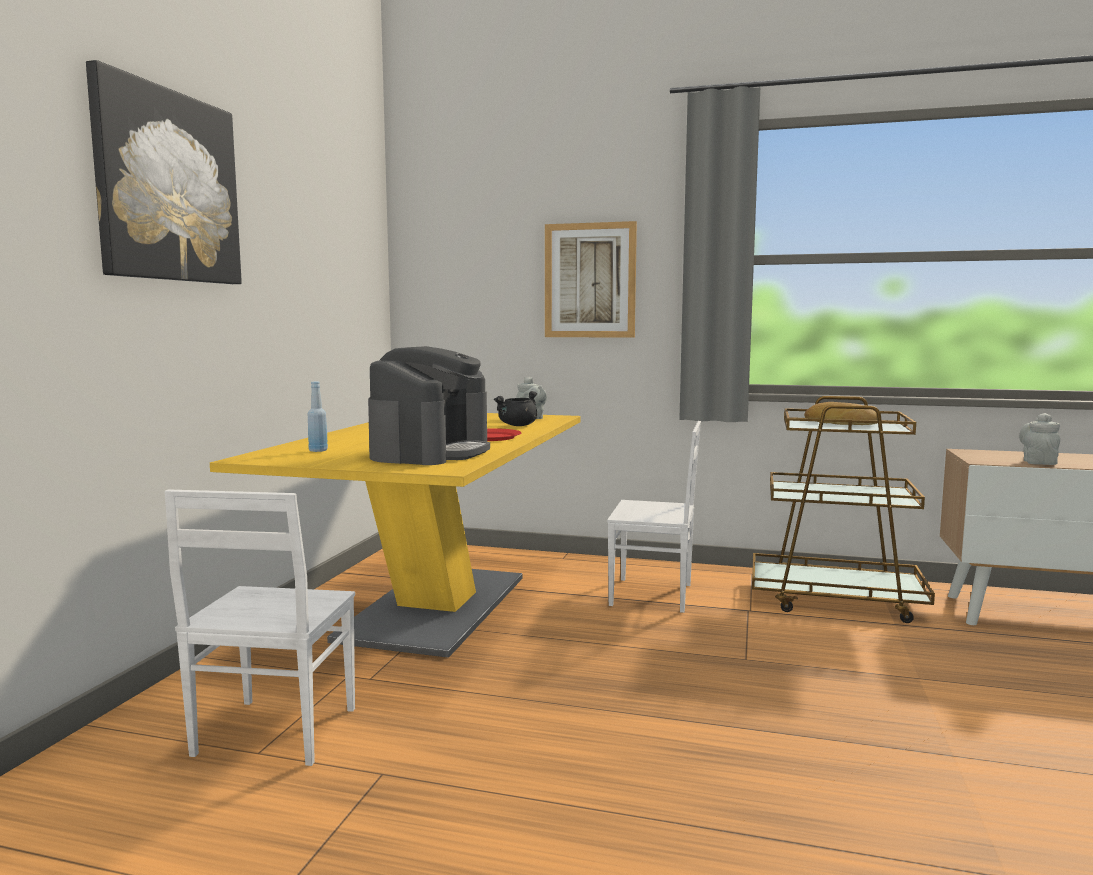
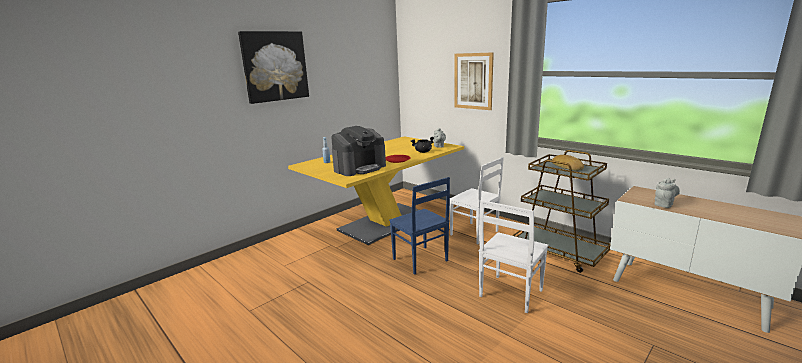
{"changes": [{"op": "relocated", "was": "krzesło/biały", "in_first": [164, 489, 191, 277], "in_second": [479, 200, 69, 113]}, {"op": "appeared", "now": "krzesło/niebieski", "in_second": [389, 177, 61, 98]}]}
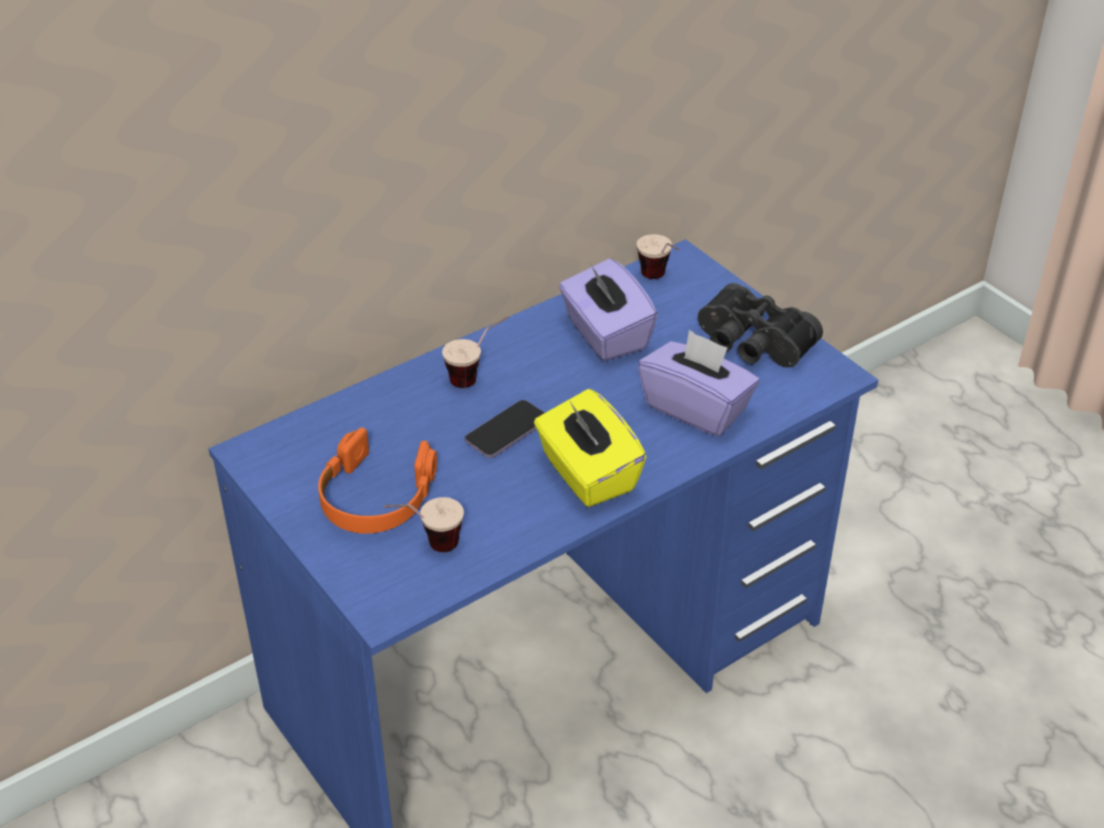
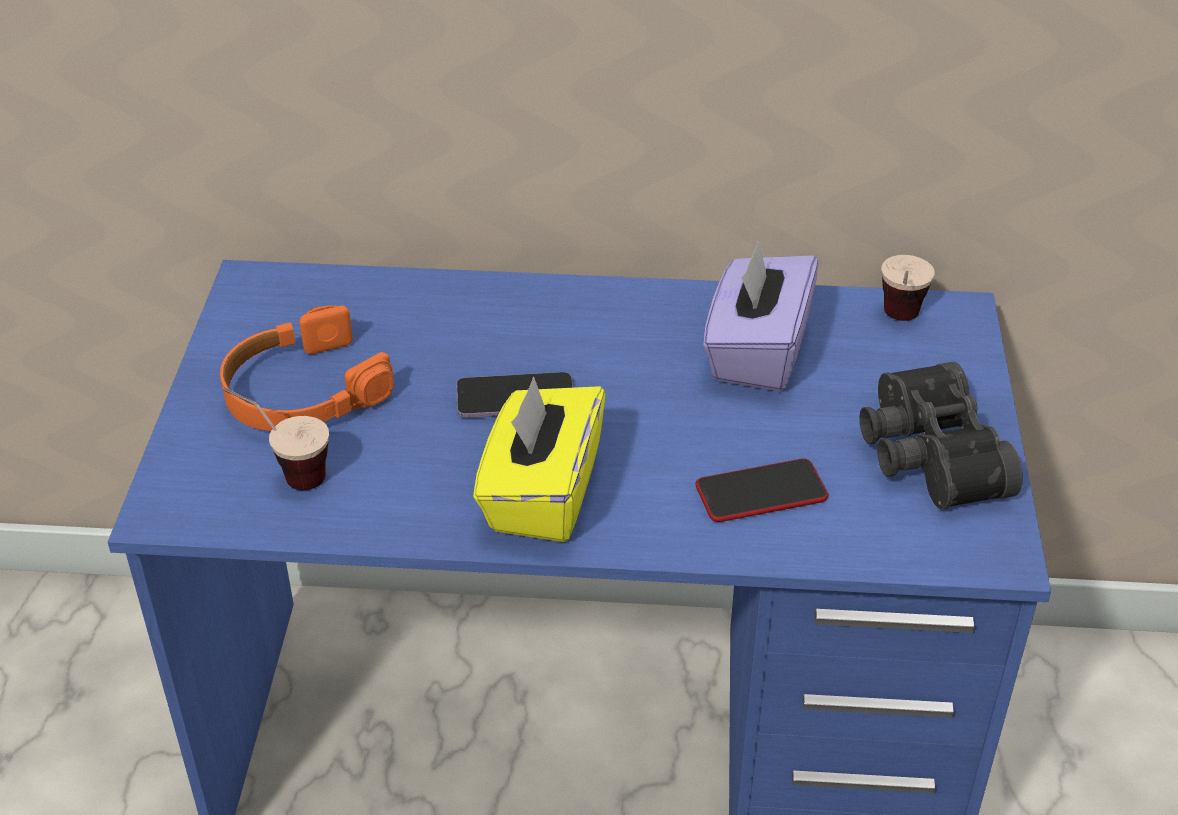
{"changes": [{"op": "missing", "was": "filiżanka", "in_first": [442, 316, 67, 72]}, {"op": "exchanged", "was": "pudełko chusteczek/fioletowy", "now": "telefon", "in_first": [638, 330, 121, 106], "in_second": [695, 458, 133, 64]}]}
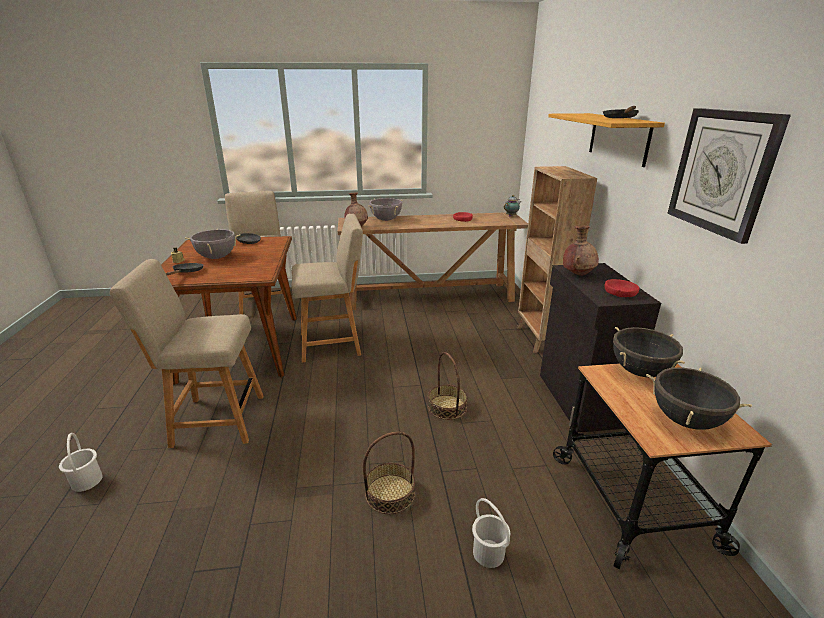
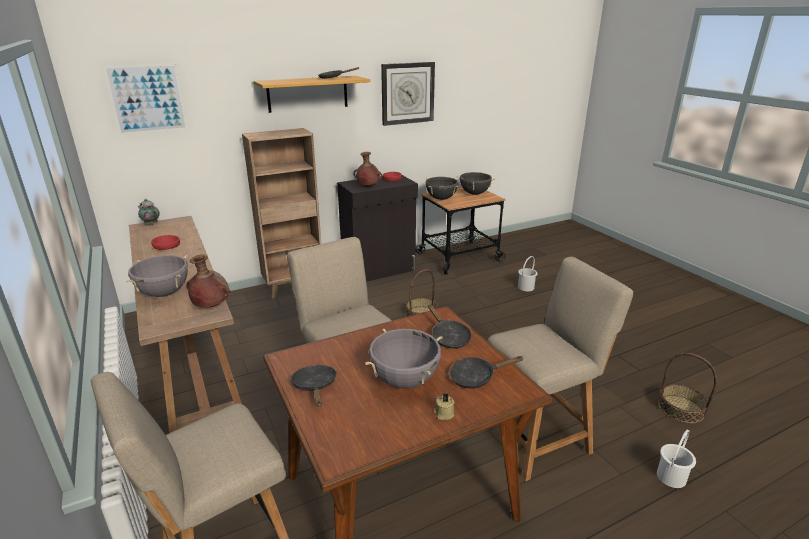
{"changes": [{"op": "spun", "was": "krzesło/beżowy", "in_first": [110, 259, 154, 189], "in_second": [487, 257, 146, 224], "clockwise": -90}, {"op": "relocated", "was": "koszyk", "in_first": [363, 431, 52, 83], "in_second": [658, 353, 59, 71]}, {"op": "appeared", "now": "obraz", "in_second": [103, 63, 85, 72]}, {"op": "appeared", "now": "patelnia/czarny", "in_second": [428, 304, 43, 45]}]}
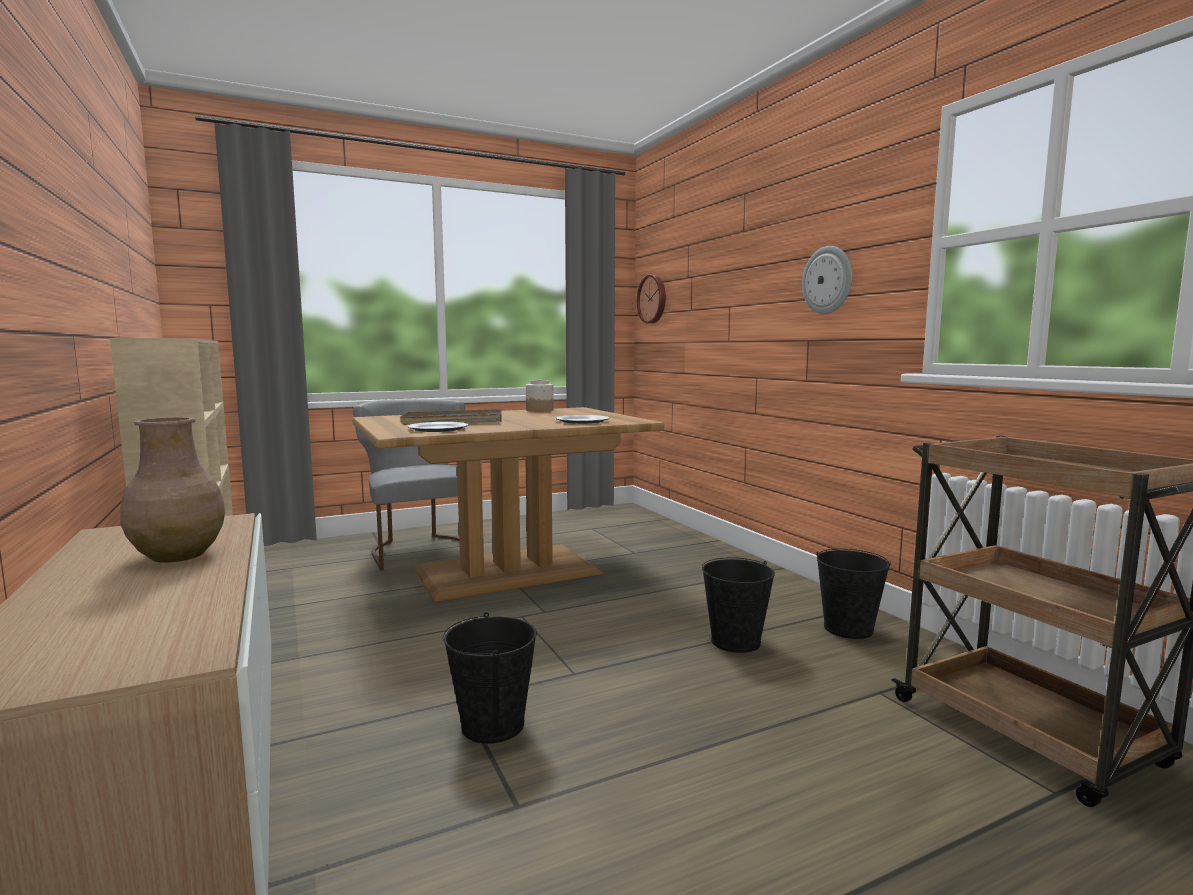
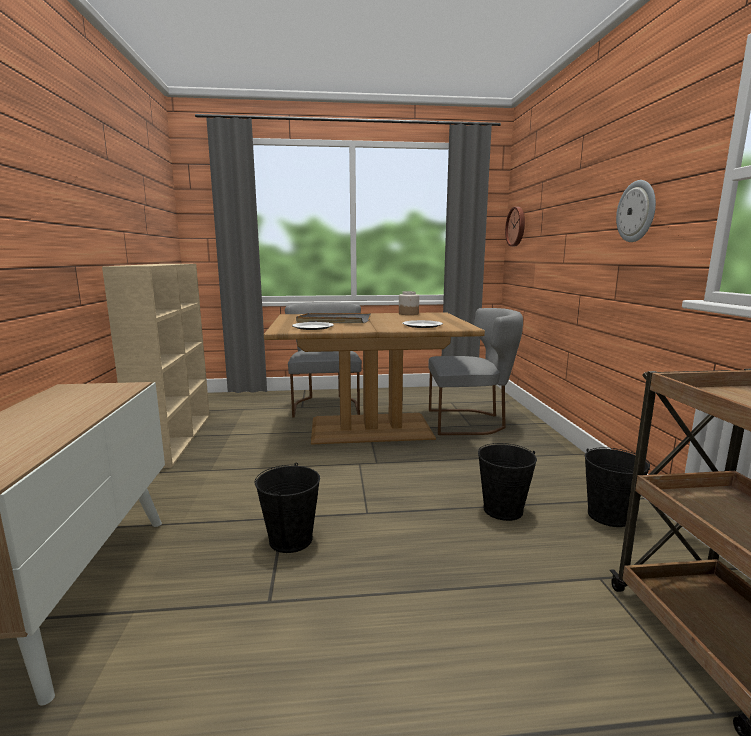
{"changes": [{"op": "missing", "was": "wazon/brązowy", "in_first": [120, 417, 105, 146]}, {"op": "appeared", "now": "krzesło/szary", "in_second": [428, 308, 95, 127]}]}
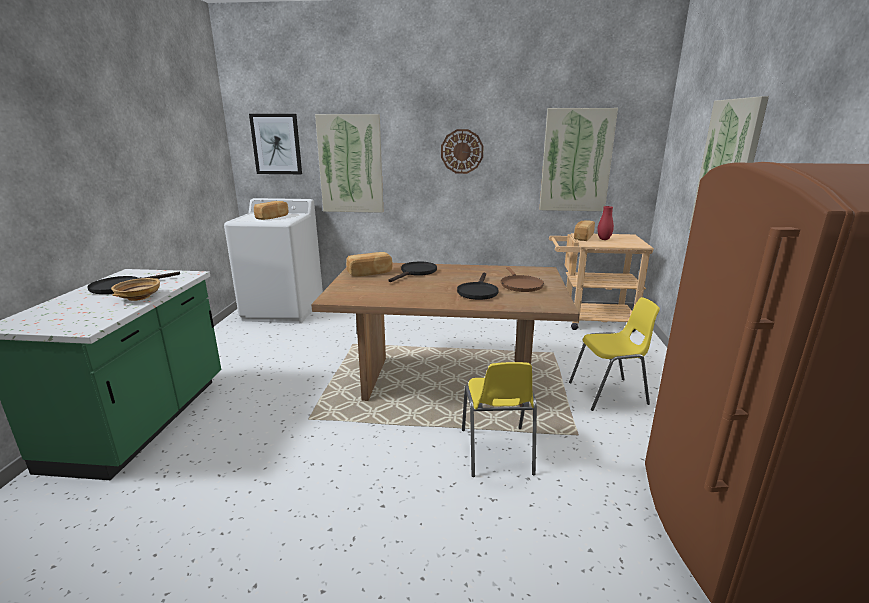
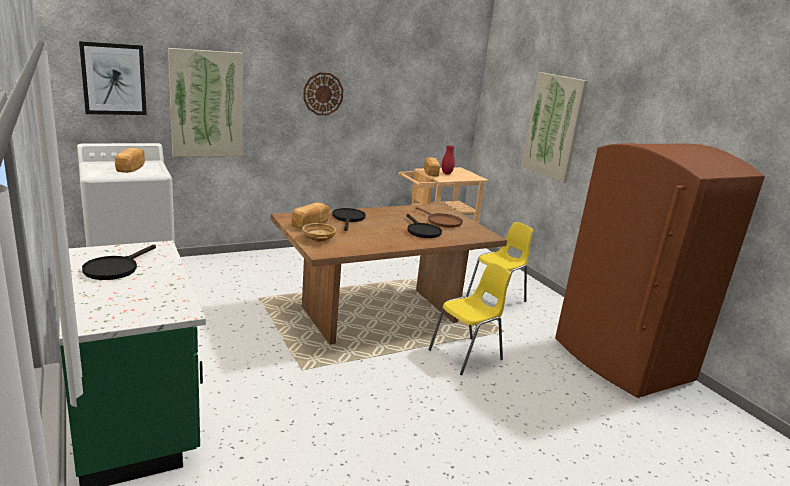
{"changes": [{"op": "relocated", "was": "miska/beżowy", "in_first": [111, 278, 49, 23], "in_second": [302, 223, 34, 19]}, {"op": "spun", "was": "krzesło/żółty", "in_first": [462, 362, 75, 115], "in_second": [428, 262, 83, 113], "clockwise": -90}, {"op": "missing", "was": "obraz", "in_first": [539, 108, 79, 103]}]}
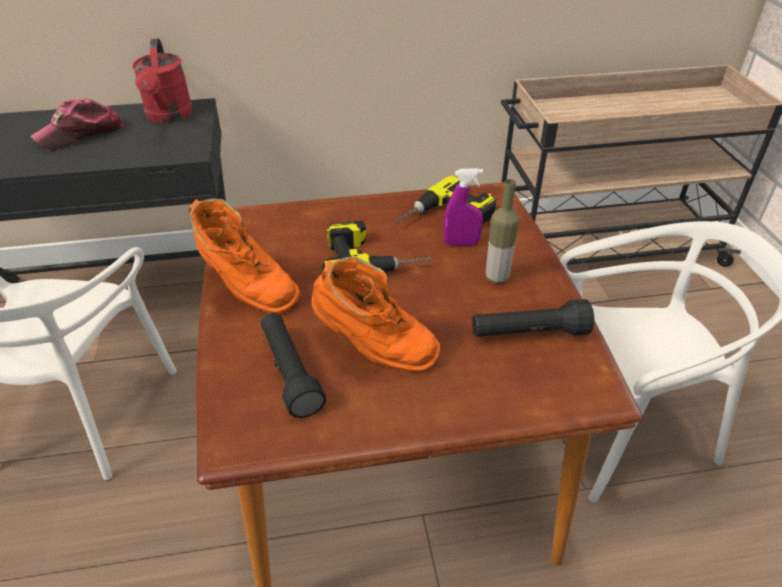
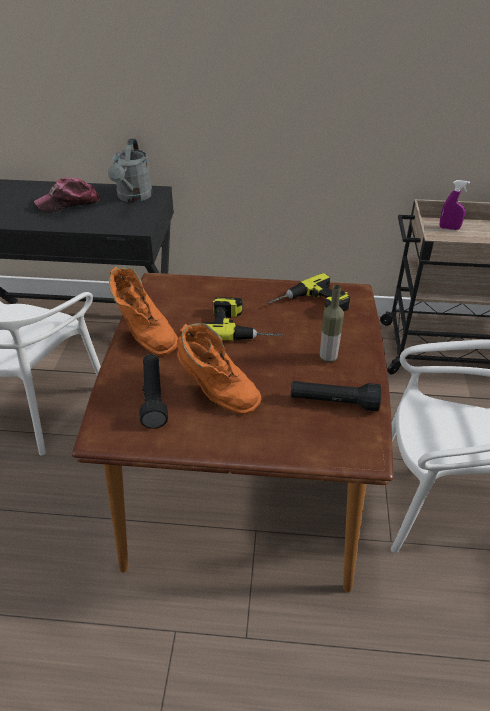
{"changes": [{"op": "colour", "was": "konewka/czerwony", "now": "konewka/szary", "in_first": [132, 39, 61, 84], "in_second": [108, 138, 45, 64]}, {"op": "relocated", "was": "spryskiwacz/fioletowy", "in_first": [444, 169, 39, 77], "in_second": [440, 180, 30, 50]}]}
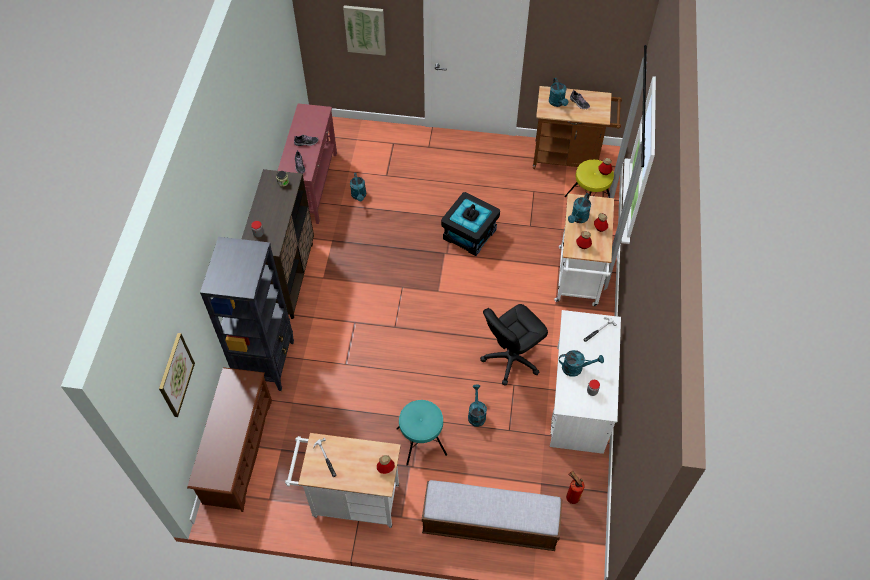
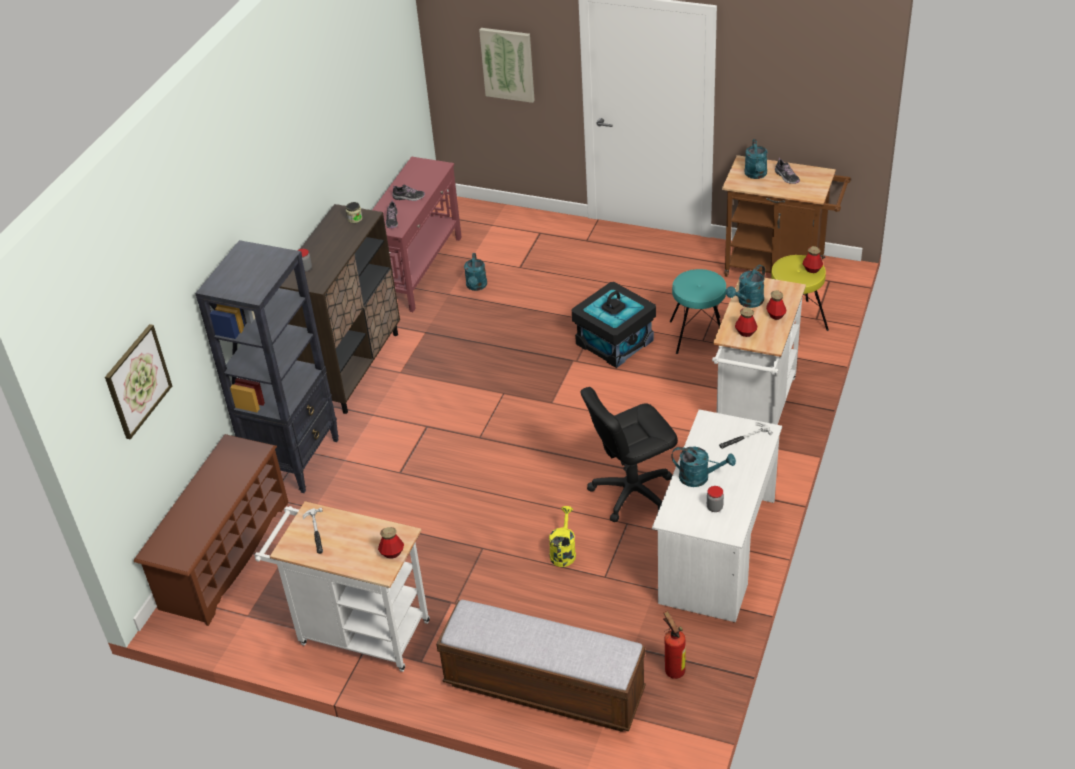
{"changes": [{"op": "relocated", "was": "stołek/turkusowy", "in_first": [397, 400, 50, 66], "in_second": [670, 269, 56, 85]}, {"op": "colour", "was": "konewka/turkusowy", "now": "konewka/żółty", "in_first": [468, 385, 19, 42], "in_second": [549, 506, 27, 61]}]}
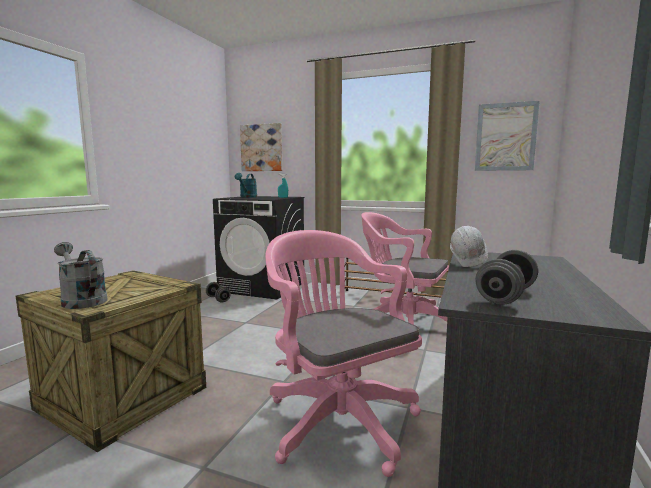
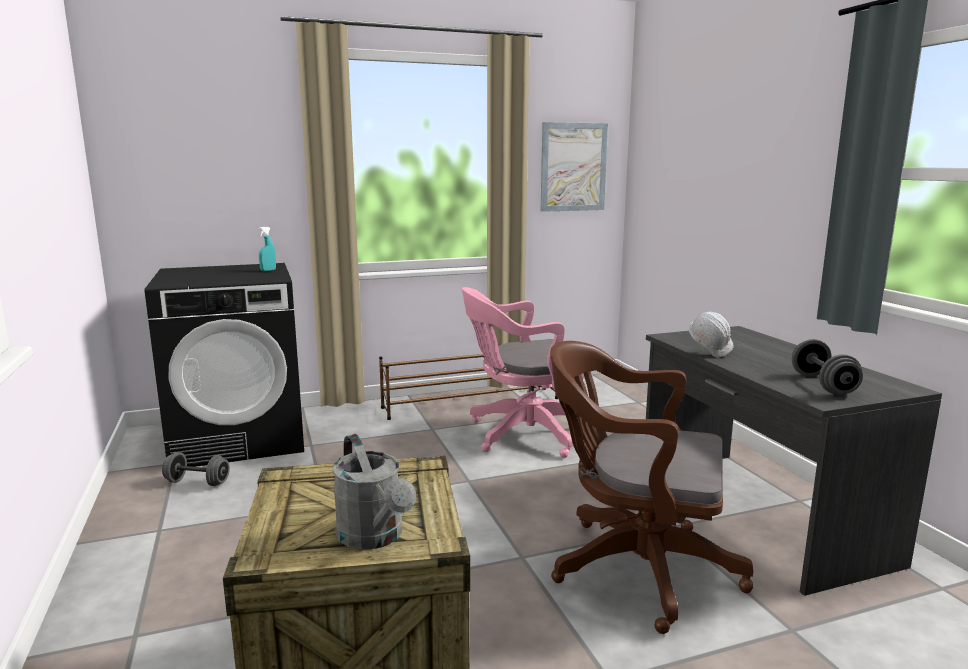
{"changes": [{"op": "spun", "was": "konewka/szary", "in_first": [54, 242, 53, 67], "in_second": [332, 434, 84, 115], "clockwise": -120}, {"op": "missing", "was": "konewka/turkusowy", "in_first": [235, 173, 22, 25]}, {"op": "missing", "was": "obraz", "in_first": [240, 123, 42, 48]}, {"op": "colour", "was": "krzesło biurowe/różowy", "now": "krzesło biurowe/brązowy", "in_first": [265, 230, 157, 247], "in_second": [550, 341, 203, 293]}]}
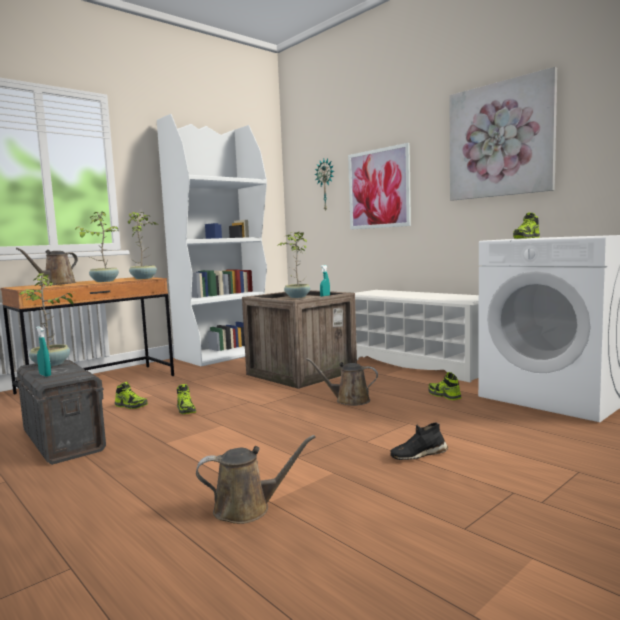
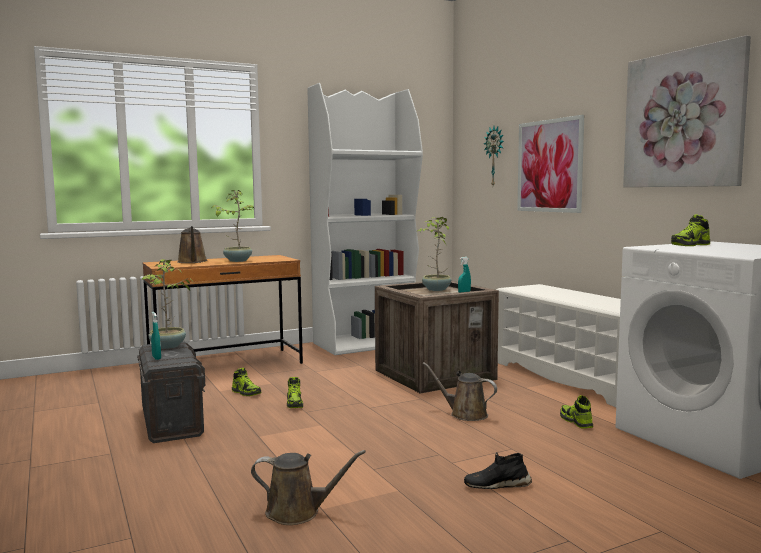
{"changes": [{"op": "spun", "was": "konewka/brązowy", "in_first": [16, 248, 62, 38], "in_second": [177, 226, 31, 37], "clockwise": -60}, {"op": "missing", "was": "roślina doniczkowa", "in_first": [128, 212, 30, 67]}]}
